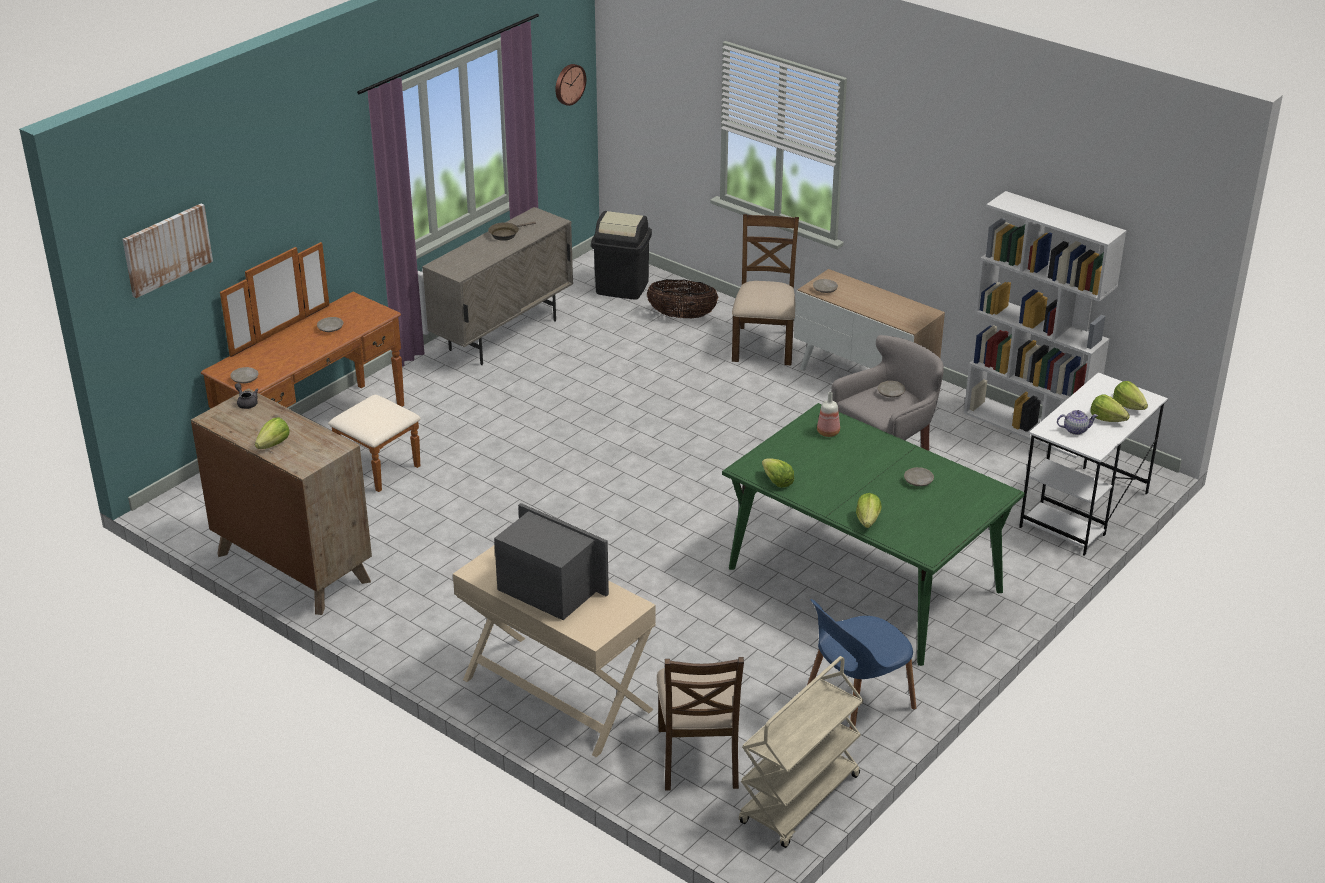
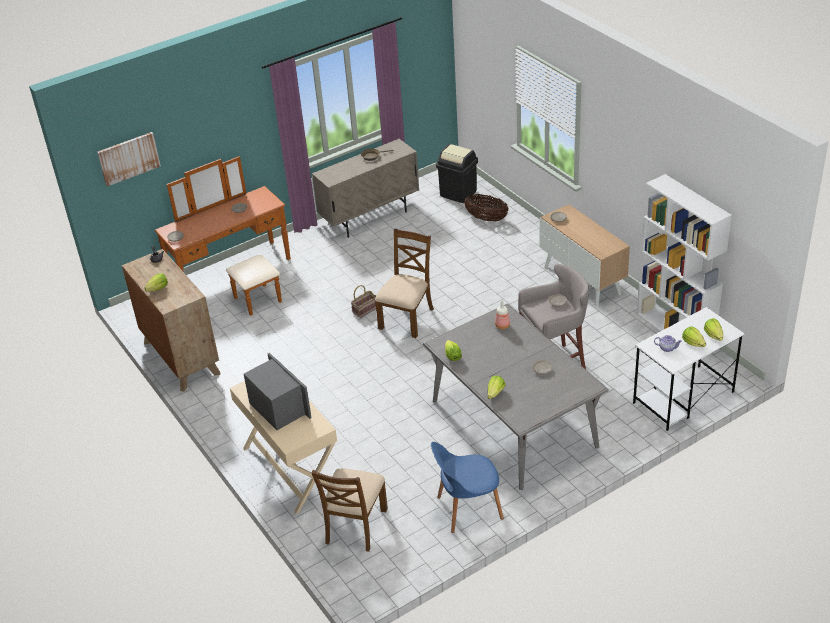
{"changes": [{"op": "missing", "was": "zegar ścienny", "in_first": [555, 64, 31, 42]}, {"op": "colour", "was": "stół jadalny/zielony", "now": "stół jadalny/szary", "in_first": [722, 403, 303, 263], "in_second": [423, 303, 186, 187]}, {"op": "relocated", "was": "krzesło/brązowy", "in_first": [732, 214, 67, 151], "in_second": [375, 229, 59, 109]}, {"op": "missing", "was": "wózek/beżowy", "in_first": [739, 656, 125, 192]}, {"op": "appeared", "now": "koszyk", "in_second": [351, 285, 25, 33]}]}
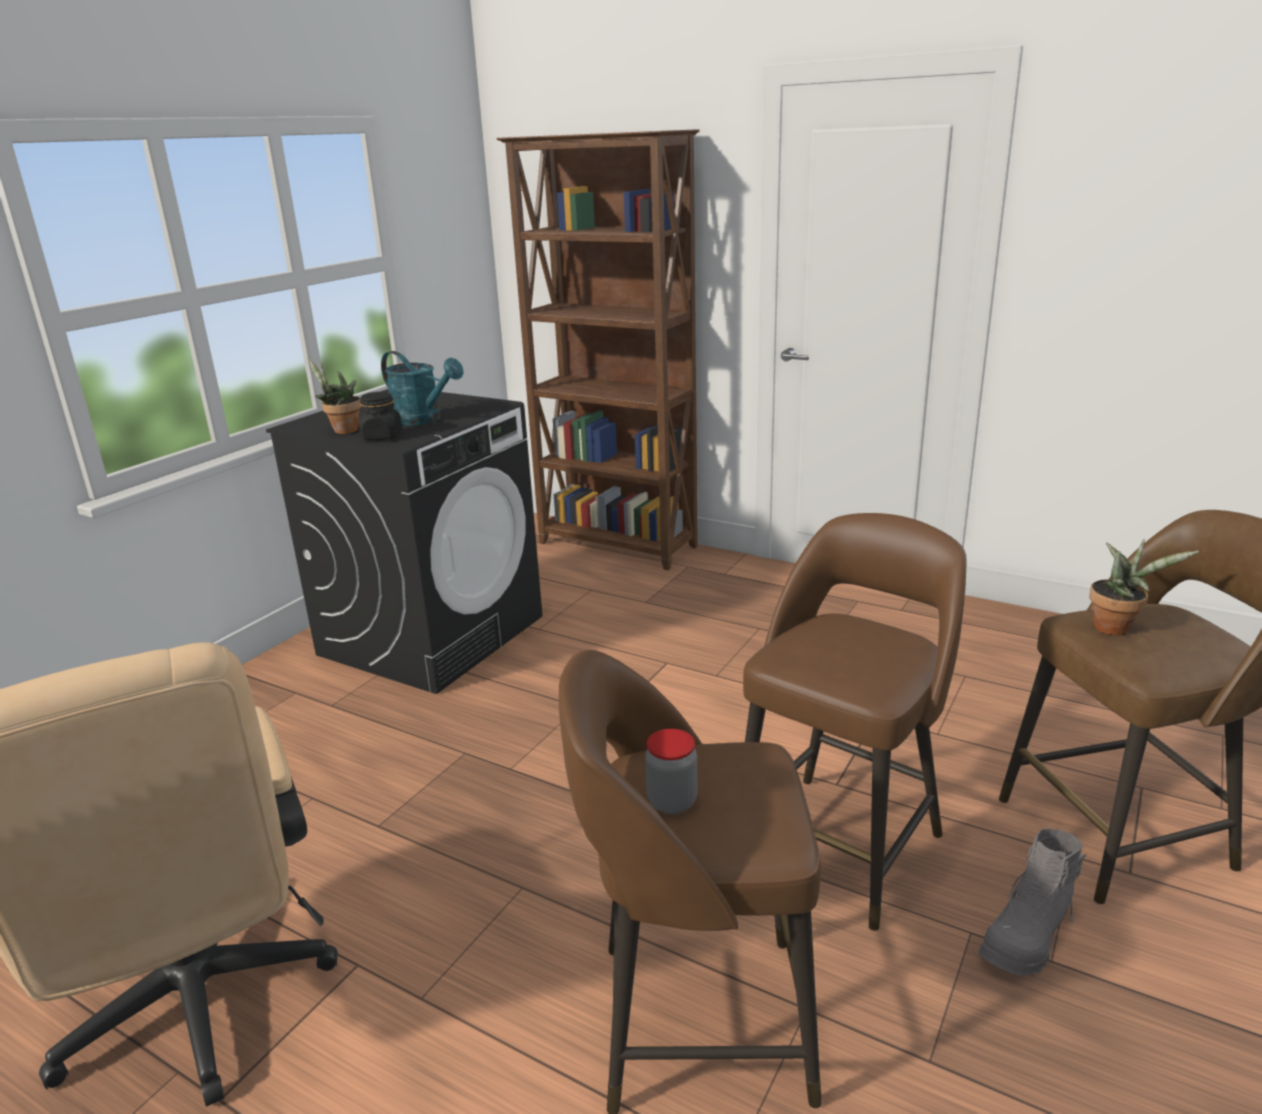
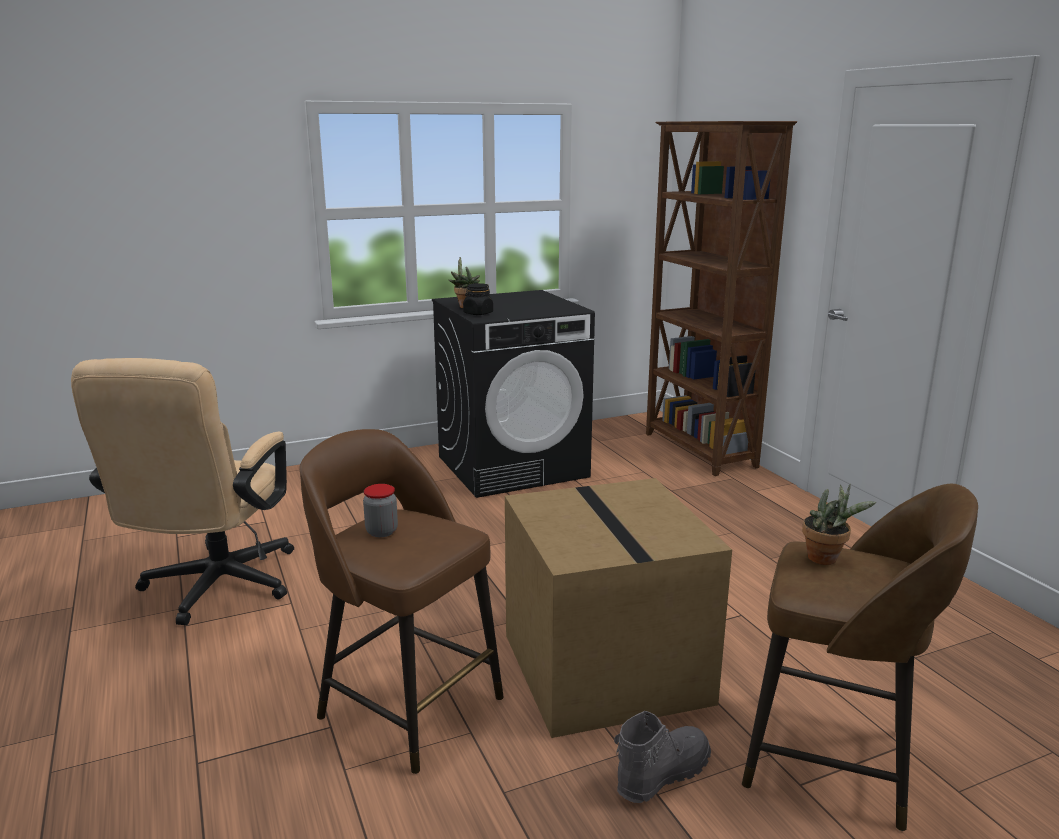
{"changes": [{"op": "missing", "was": "konewka/turkusowy", "in_first": [381, 351, 82, 74]}, {"op": "exchanged", "was": "stołek/brązowy", "now": "karton", "in_first": [743, 513, 224, 418], "in_second": [505, 478, 227, 260]}, {"op": "spun", "was": "but z cholewką/szary", "in_first": [979, 828, 107, 148], "in_second": [614, 711, 97, 92], "clockwise": 150}]}
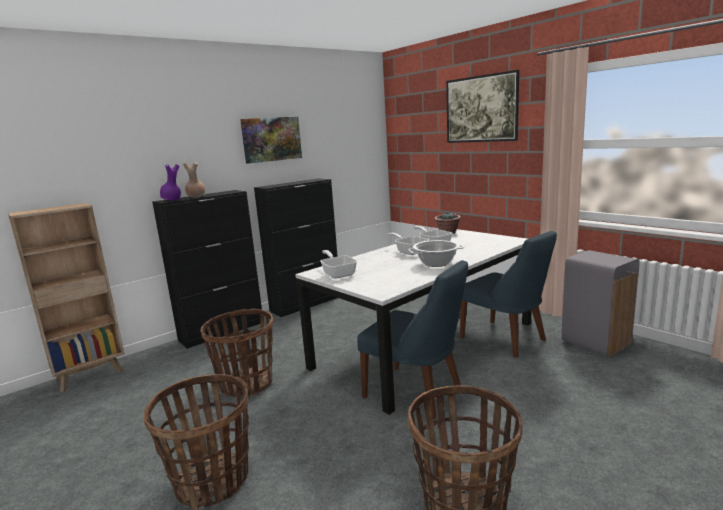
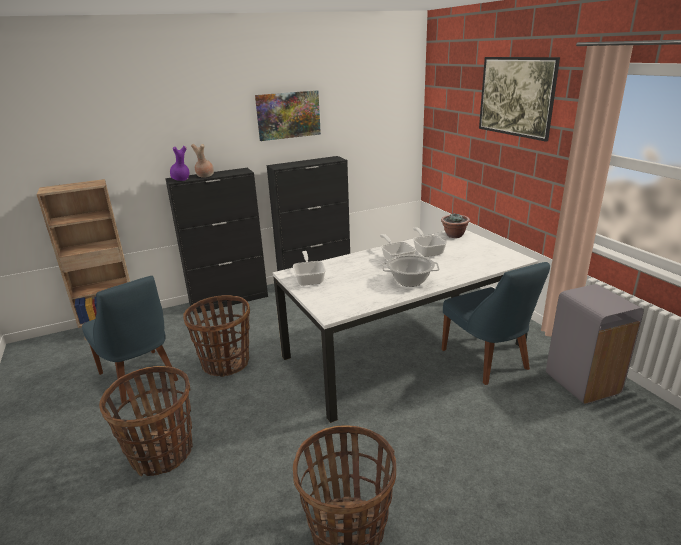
{"changes": [{"op": "relocated", "was": "krzesło/niebieski", "in_first": [357, 260, 111, 159], "in_second": [82, 276, 96, 128]}]}
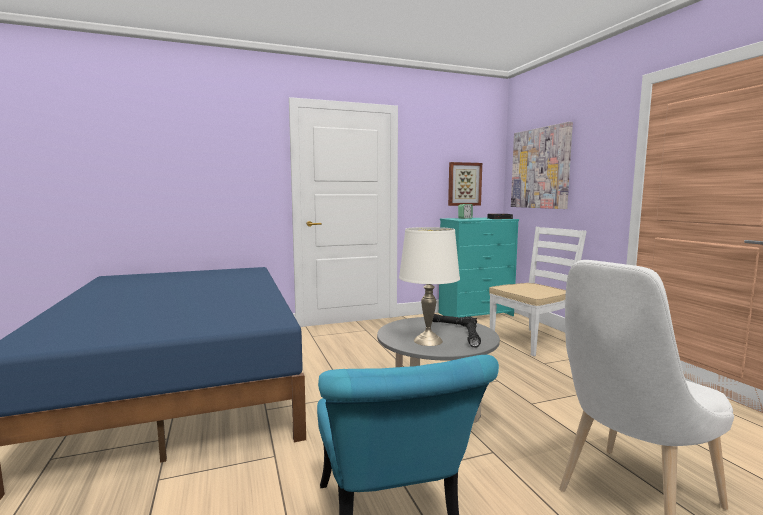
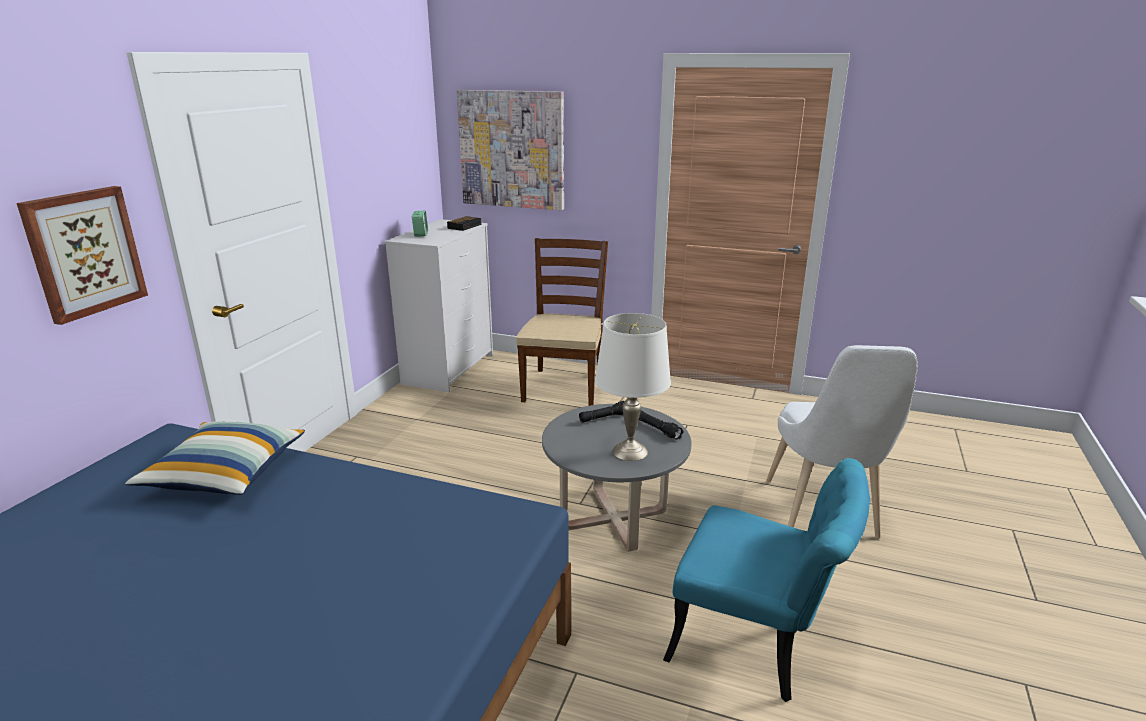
{"changes": [{"op": "colour", "was": "komoda/turkusowy", "now": "komoda/biały", "in_first": [439, 218, 80, 100], "in_second": [385, 219, 108, 173]}, {"op": "relocated", "was": "obraz", "in_first": [448, 162, 34, 44], "in_second": [17, 186, 131, 139]}, {"op": "colour", "was": "krzesło/biały", "now": "krzesło/brązowy", "in_first": [489, 227, 98, 129], "in_second": [516, 238, 92, 168]}, {"op": "appeared", "now": "poduszka", "in_second": [125, 421, 180, 74]}]}
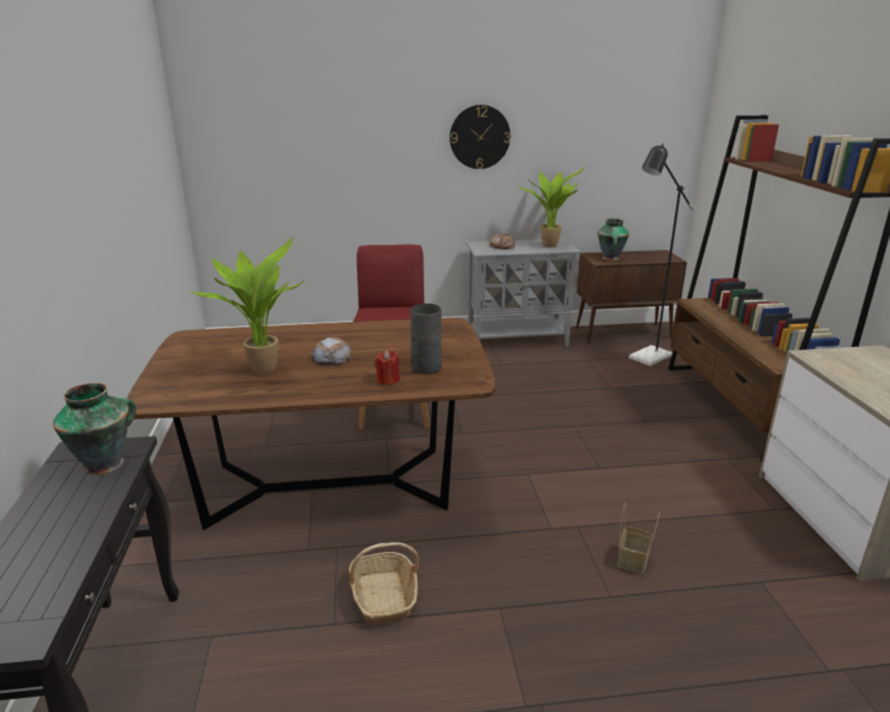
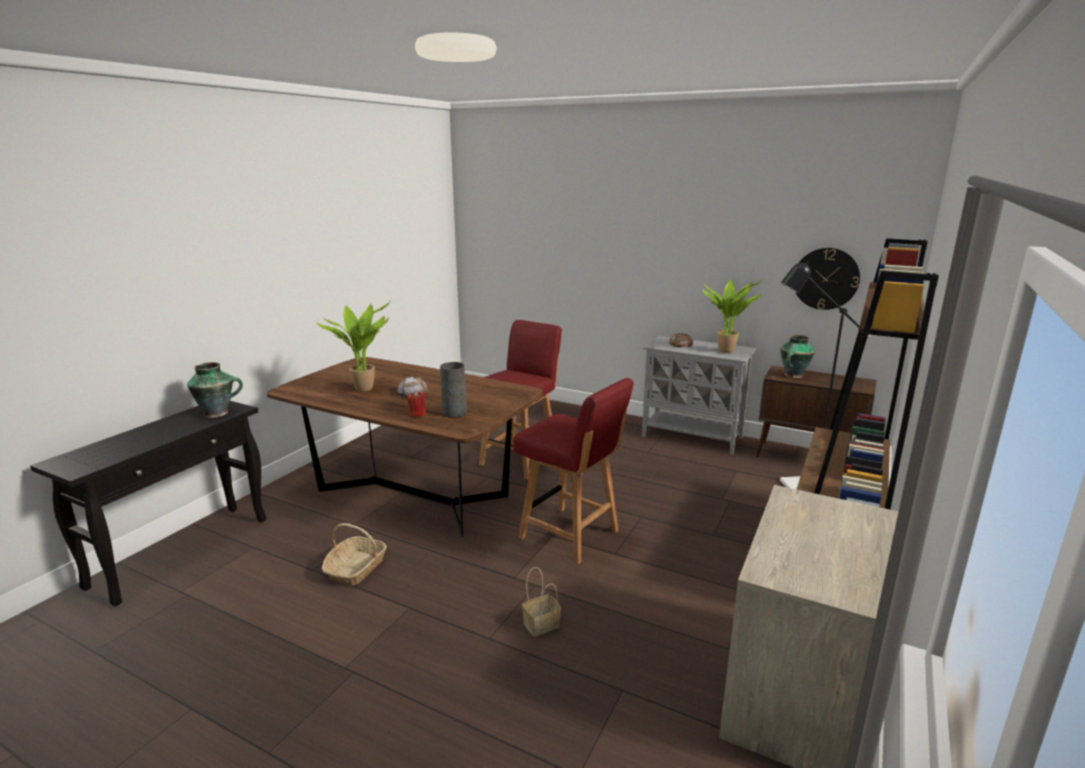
{"changes": [{"op": "relocated", "was": "zegar ścienny", "in_first": [450, 105, 60, 64], "in_second": [795, 248, 65, 62]}, {"op": "appeared", "now": "krzesło/czerwony", "in_second": [513, 378, 121, 186]}]}
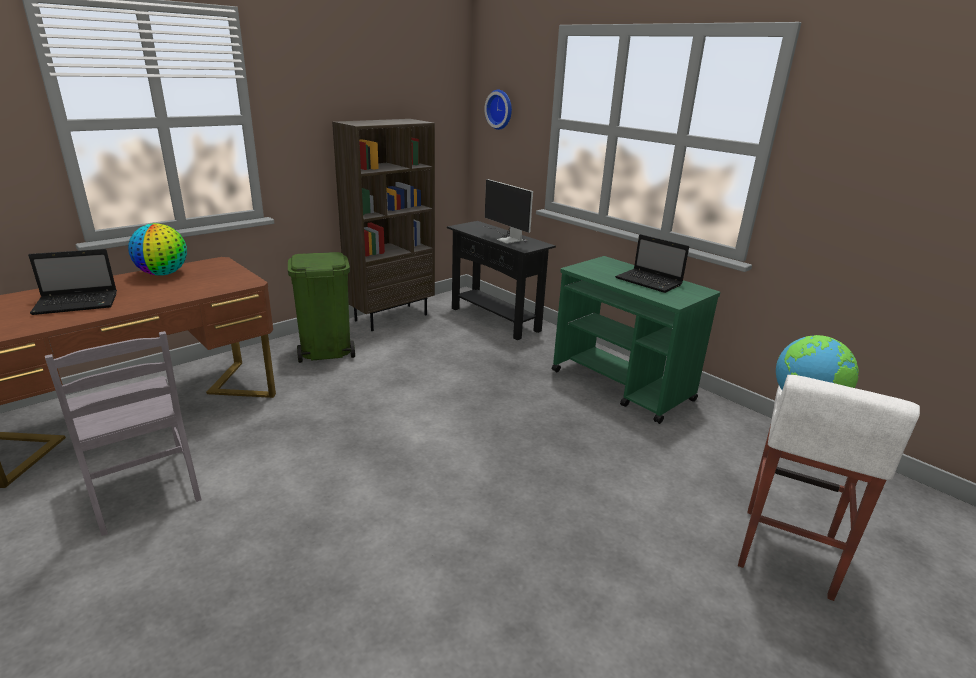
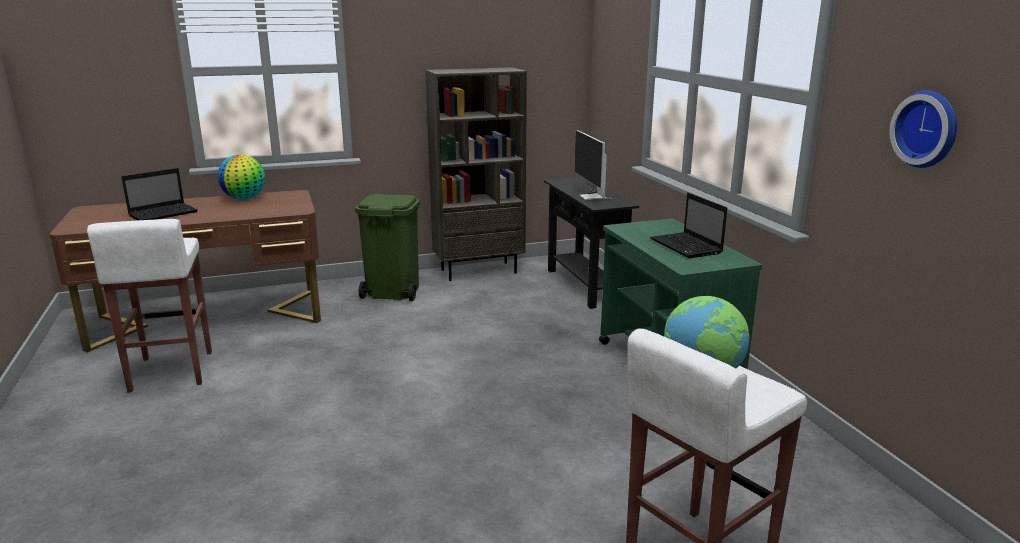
{"changes": [{"op": "spun", "was": "laptop", "in_first": [28, 249, 89, 66], "in_second": [122, 168, 76, 52], "clockwise": -45}, {"op": "exchanged", "was": "krzesło/szary", "now": "stołek/biały", "in_first": [45, 331, 156, 205], "in_second": [87, 219, 125, 174]}, {"op": "relocated", "was": "zegar ścienny", "in_first": [484, 90, 28, 40], "in_second": [890, 90, 67, 78]}]}
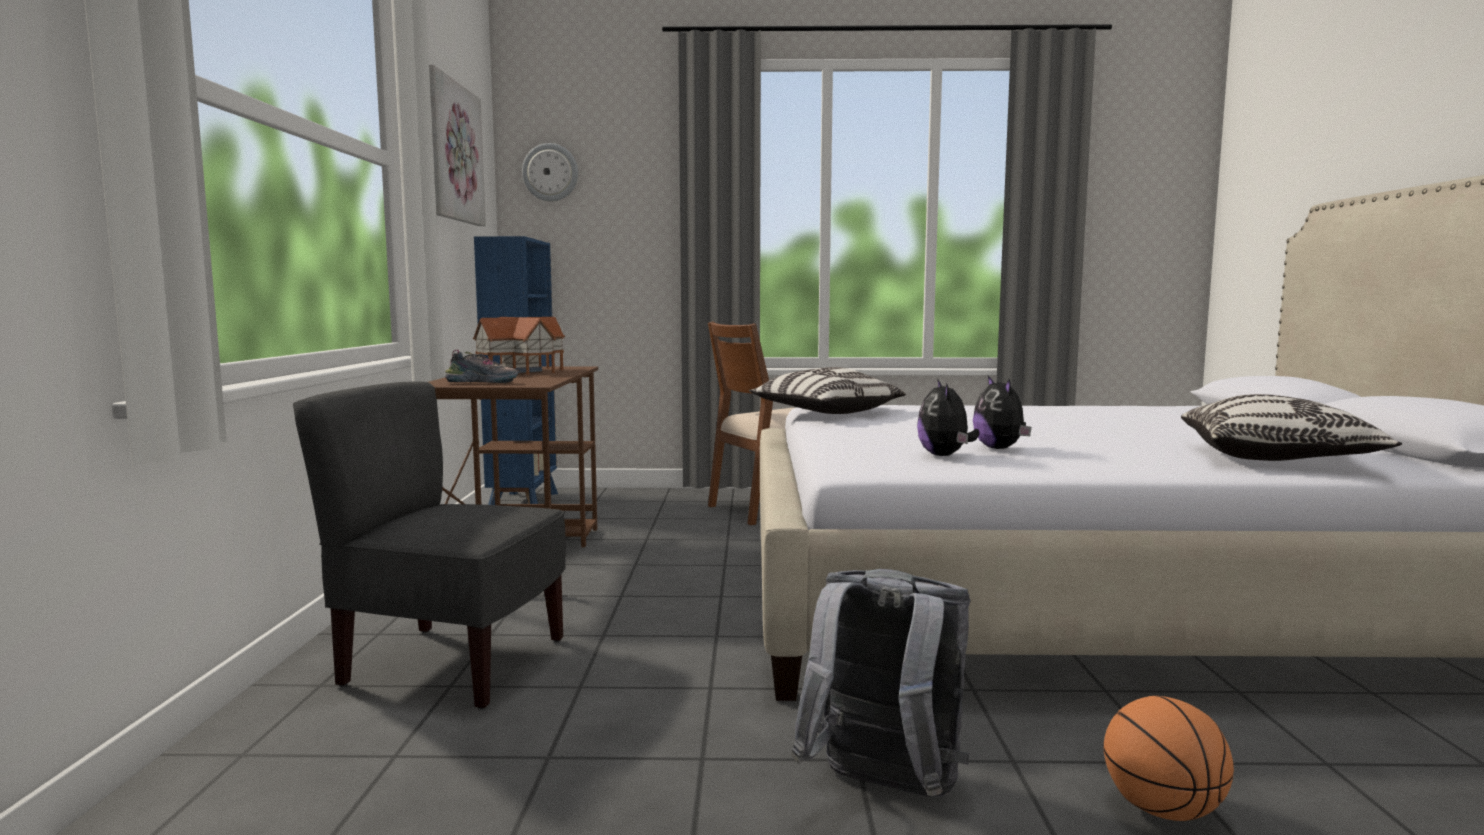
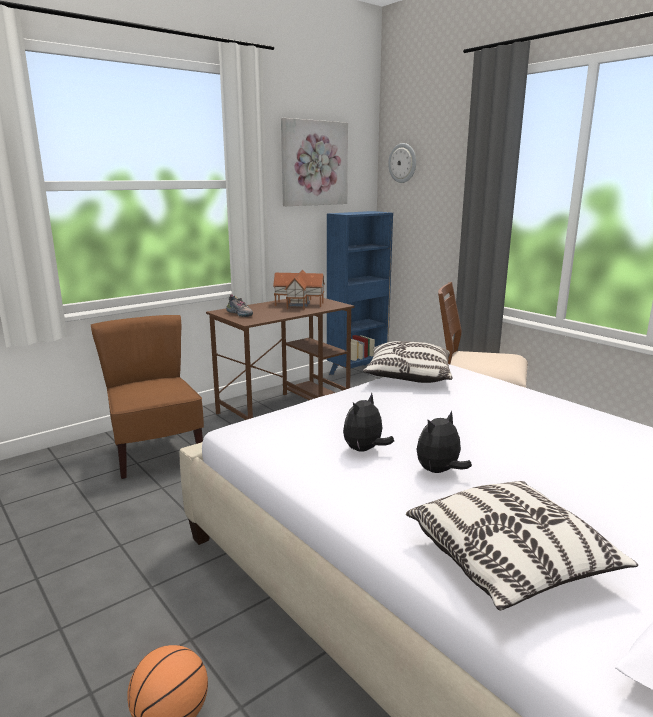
{"changes": [{"op": "colour", "was": "krzesło/szary", "now": "krzesło/brązowy", "in_first": [293, 381, 273, 328], "in_second": [91, 315, 113, 164]}, {"op": "missing", "was": "plecak/szary", "in_first": [791, 569, 180, 228]}, {"op": "relocated", "was": "pluszak", "in_first": [917, 379, 62, 77], "in_second": [417, 410, 55, 63]}]}
